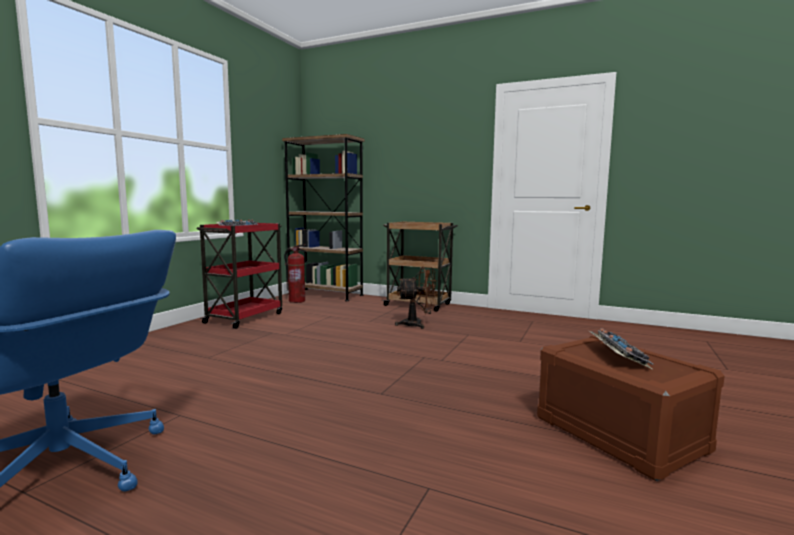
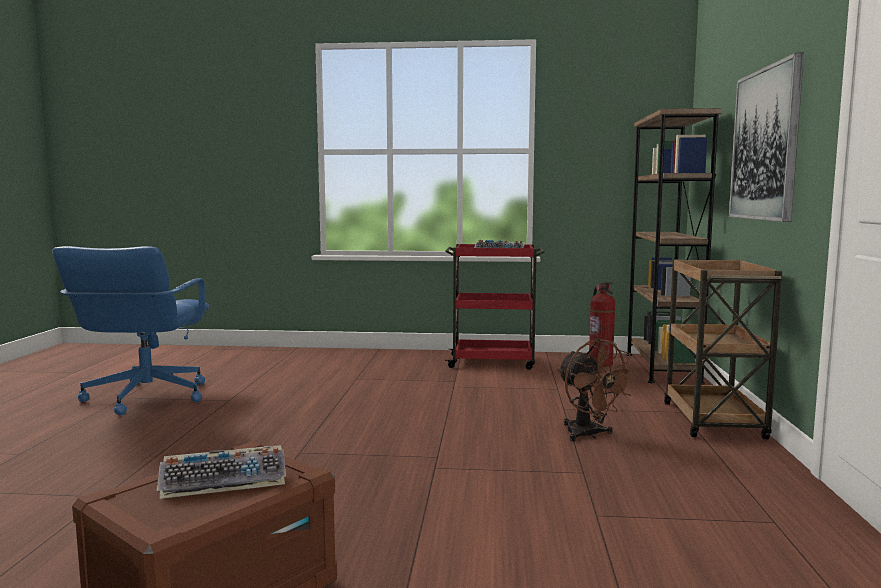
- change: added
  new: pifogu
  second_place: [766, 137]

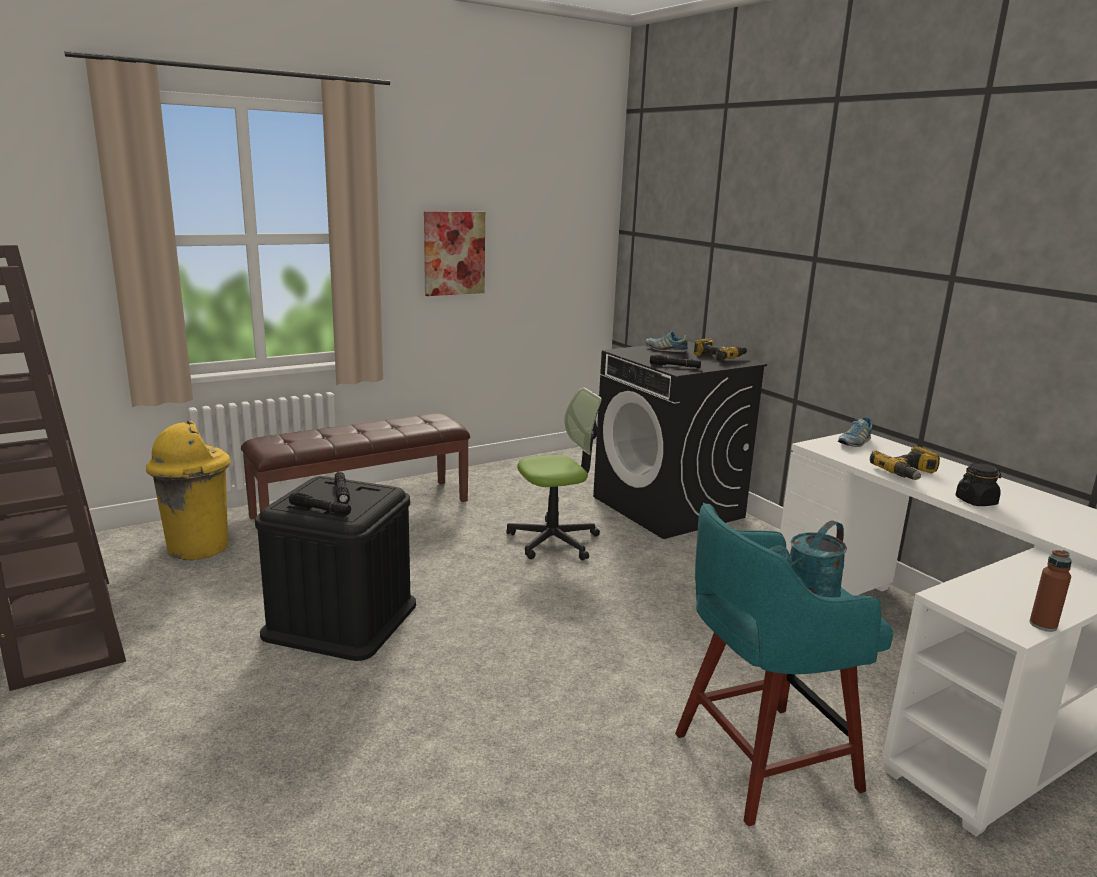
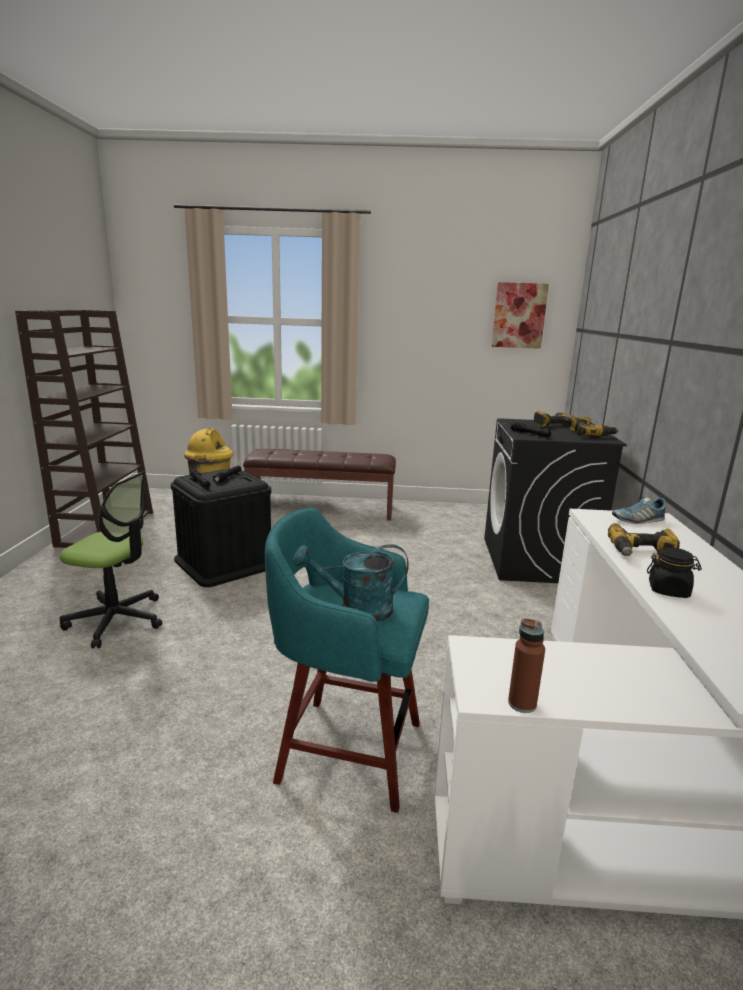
- change: moved
  old: pifogu
  first_place: [454, 253]
  second_place: [520, 315]
- change: moved
  old: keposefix
  first_place: [554, 474]
  second_place: [111, 559]
- change: replaced
  old: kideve
  new: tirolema
  first_place: [667, 341]
  second_place: [553, 419]

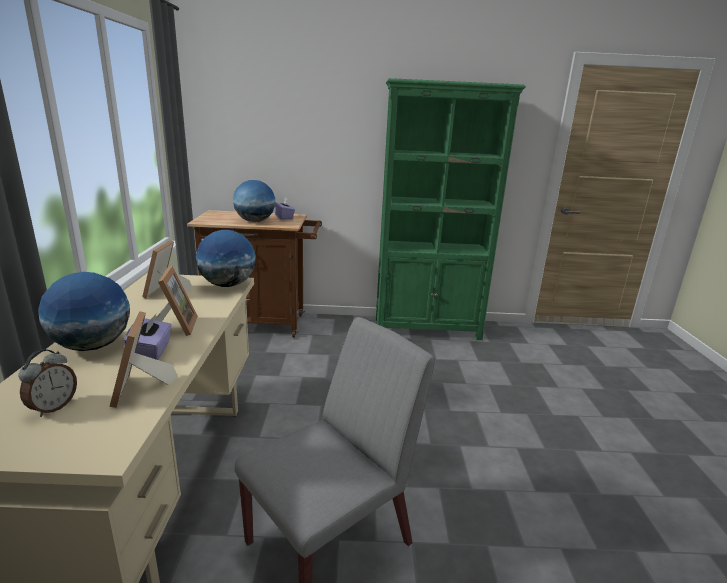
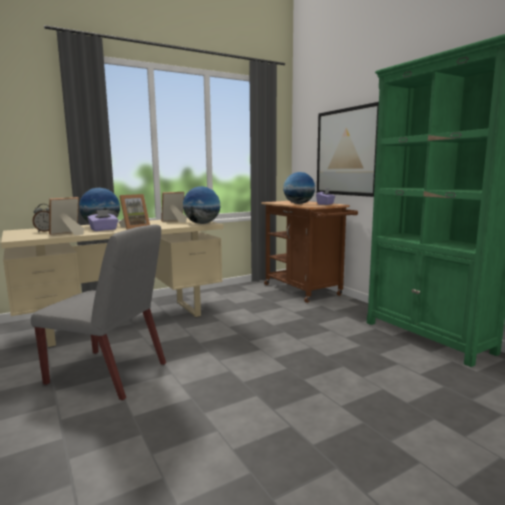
- change: added
  new: pifogu
  second_place: [348, 149]

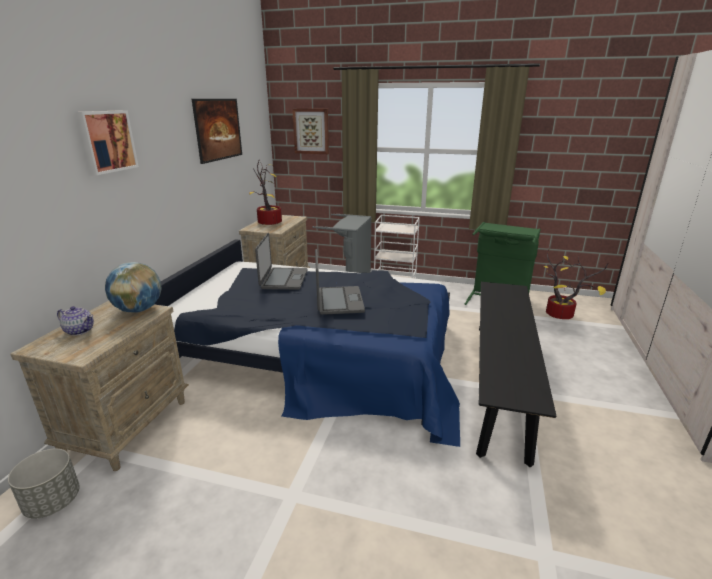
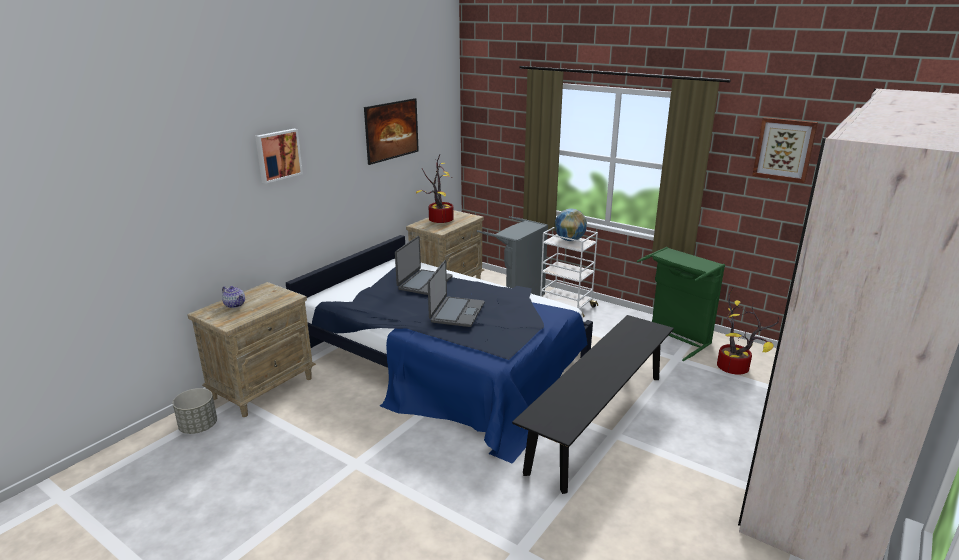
- change: moved
  old: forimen
  first_place: [133, 287]
  second_place: [570, 225]
- change: moved
  old: pifogu
  first_place: [310, 131]
  second_place: [785, 150]

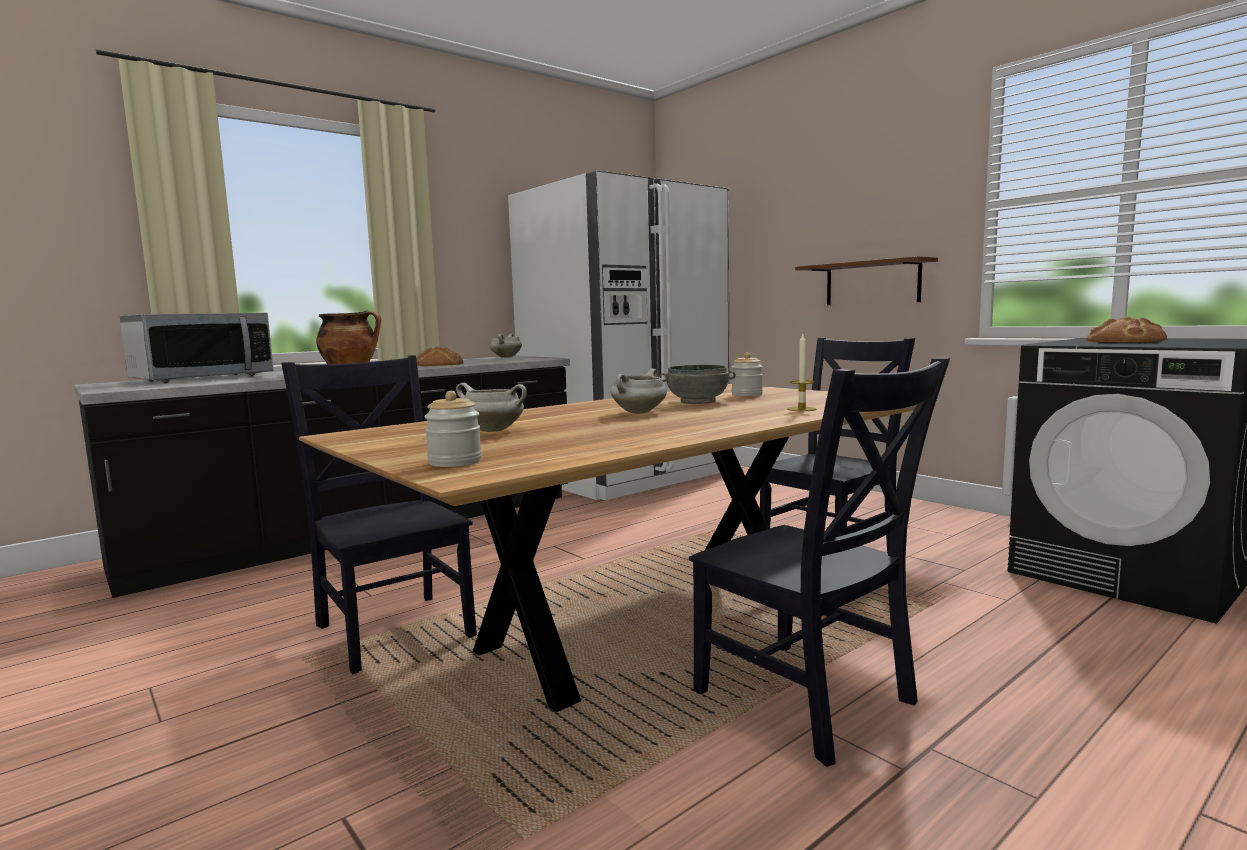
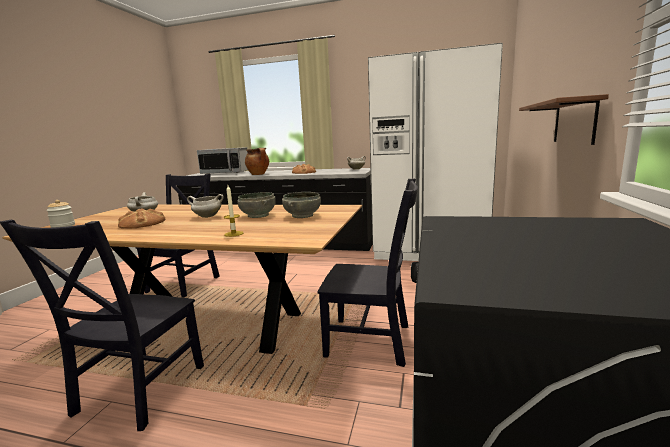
- change: replaced
  old: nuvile
  new: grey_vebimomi
  first_place: [747, 374]
  second_place: [301, 205]
- change: moved
  old: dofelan
  first_place: [1126, 329]
  second_place: [141, 218]

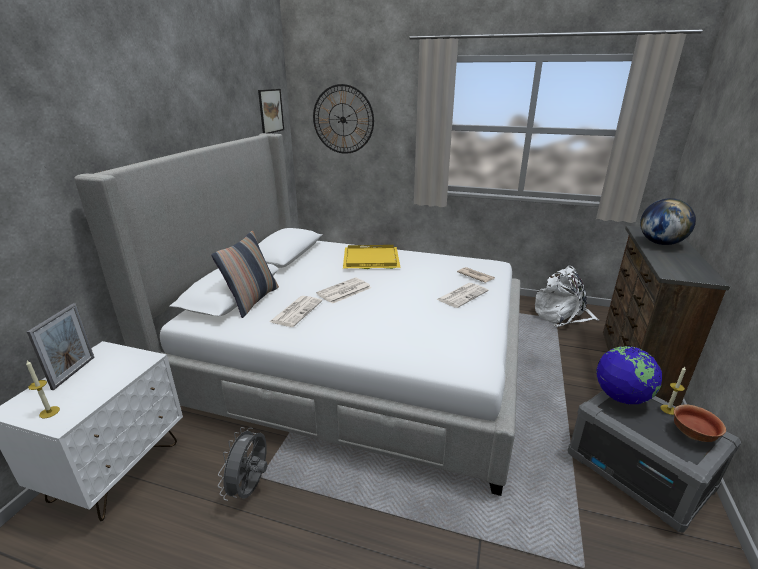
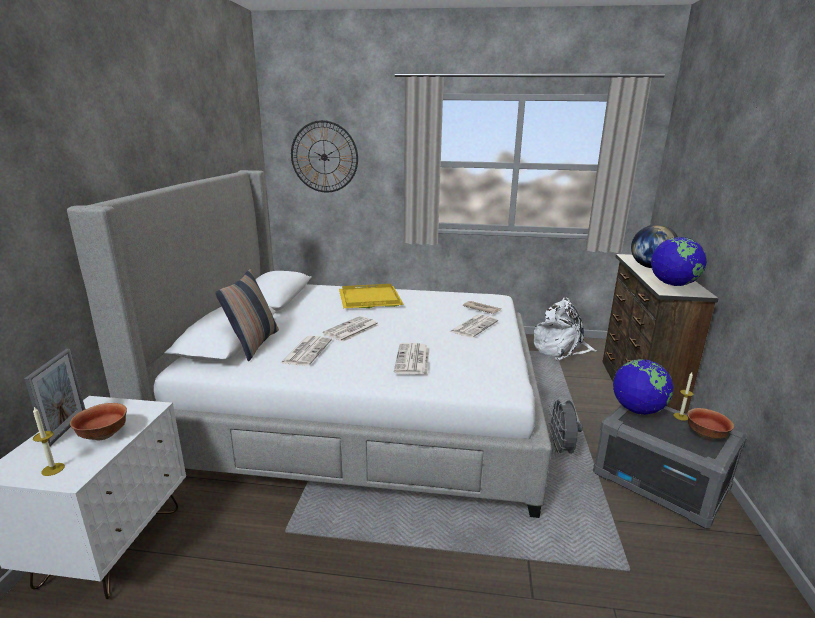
- change: moved
  old: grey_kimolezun
  first_place: [243, 464]
  second_place: [565, 426]
- change: removed
  old: pifogu
  first_place: [271, 111]
- change: added
  new: vebimomi
  second_place: [98, 421]
- change: added
  new: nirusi
  second_place: [412, 359]
- change: added
  new: forimen
  second_place: [679, 261]

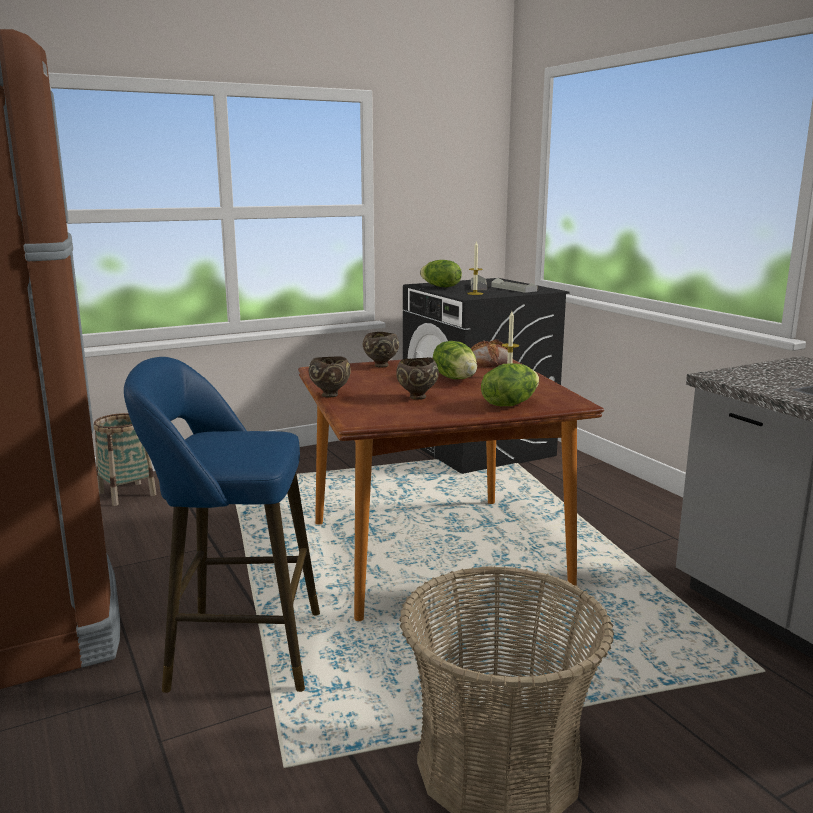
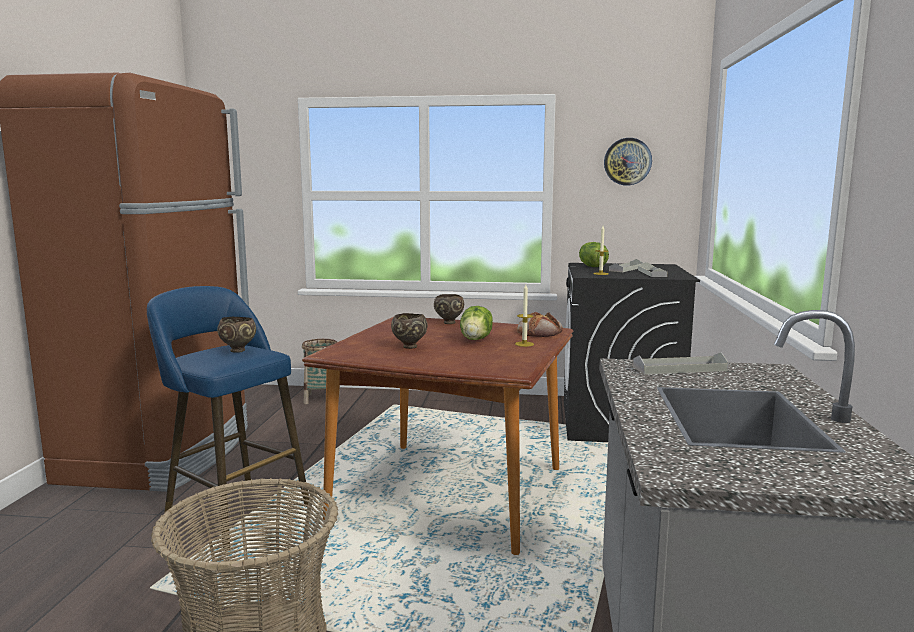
- change: moved
  old: brown_vebimomi
  first_place: [330, 377]
  second_place: [236, 335]
- change: removed
  old: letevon
  first_place: [510, 384]
- change: added
  new: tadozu
  second_place: [628, 161]
- change: added
  new: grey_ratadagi
  second_place: [680, 363]

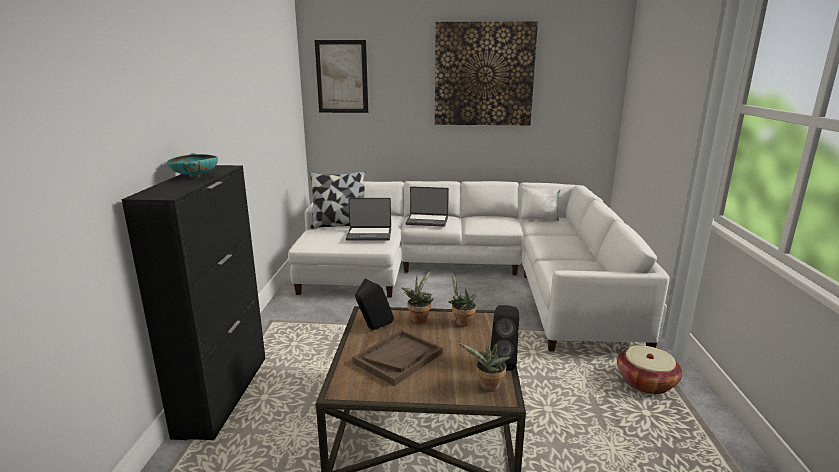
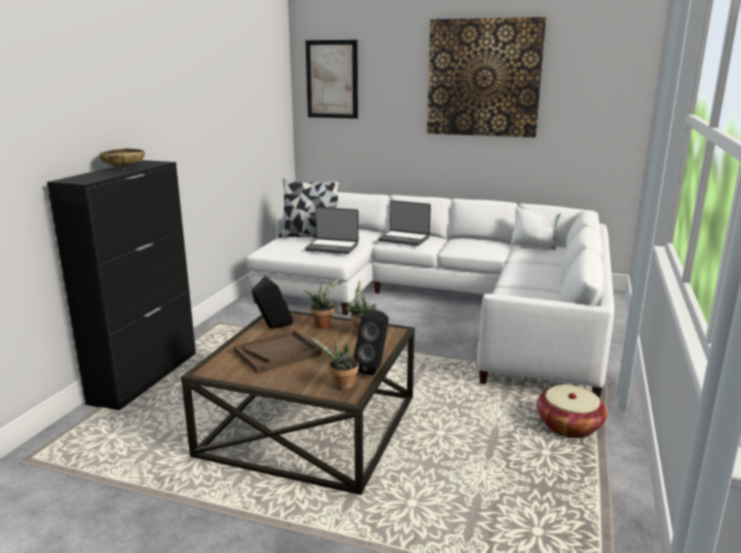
- change: recoloured
  old: turquoise_vebimomi
  new: beige_vebimomi
  first_place: [192, 165]
  second_place: [122, 159]

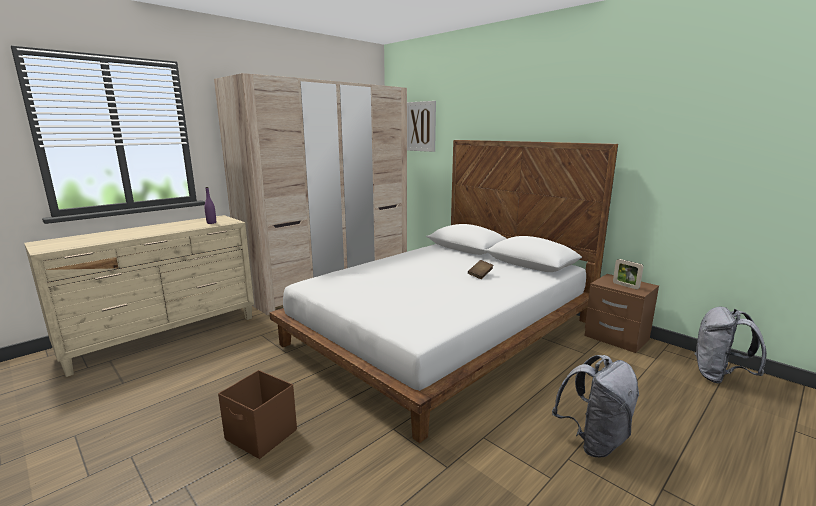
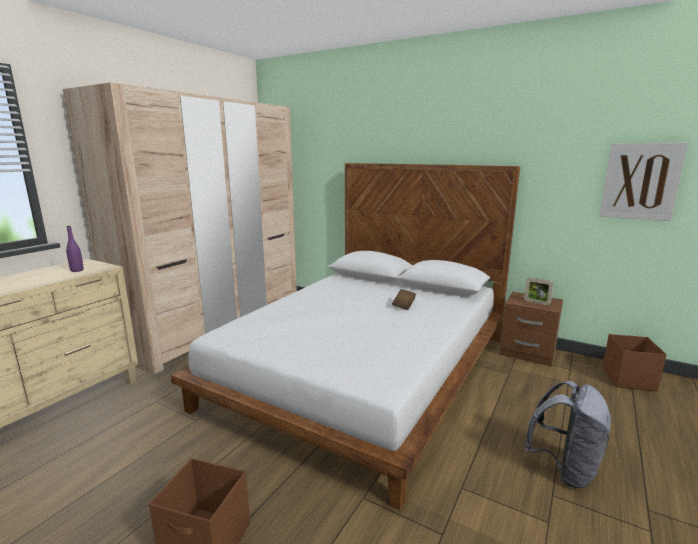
- change: moved
  old: pifogu
  first_place: [421, 126]
  second_place: [643, 182]
- change: replaced
  old: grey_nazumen
  new: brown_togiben
  first_place: [730, 345]
  second_place: [634, 363]

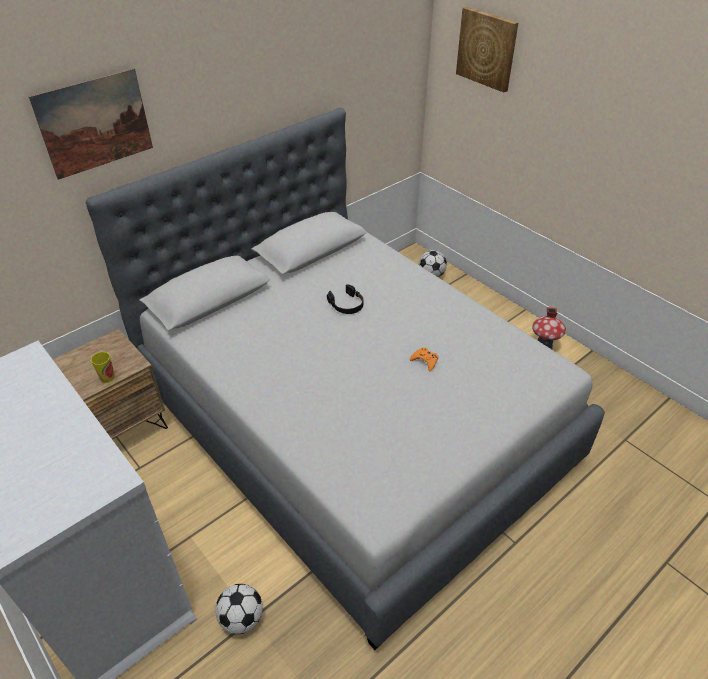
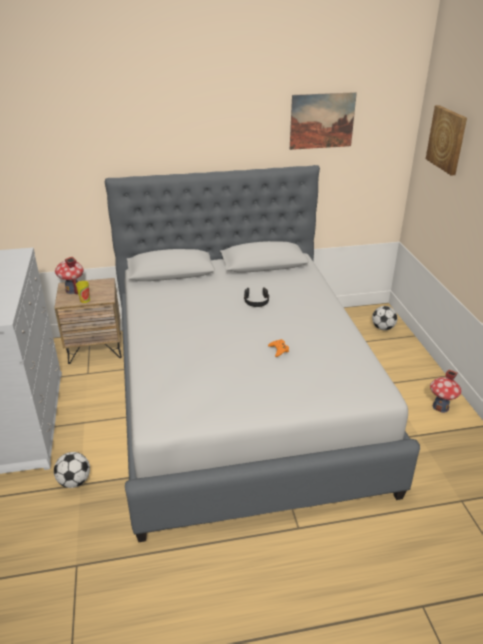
- change: moved
  old: pifogu
  first_place: [90, 124]
  second_place: [323, 121]
- change: added
  new: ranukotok
  second_place: [69, 276]

